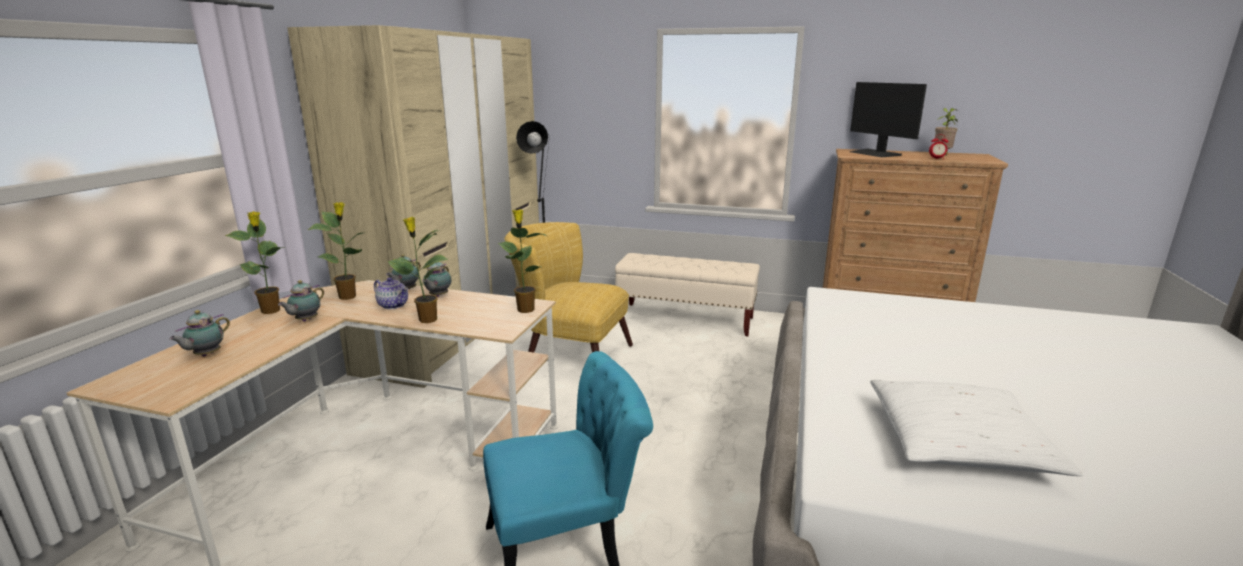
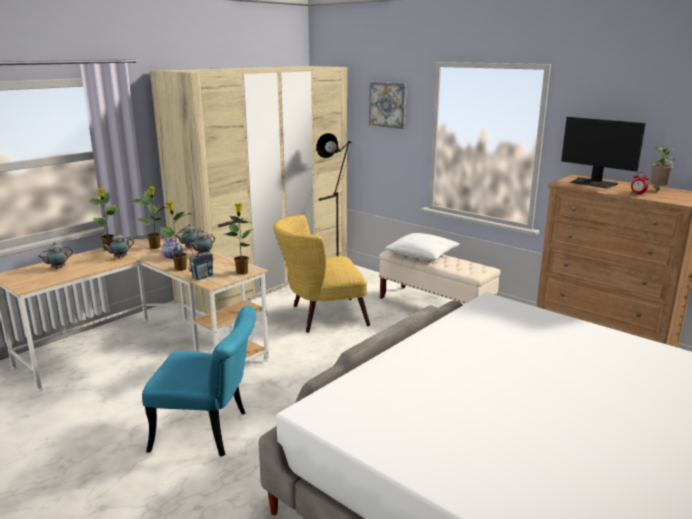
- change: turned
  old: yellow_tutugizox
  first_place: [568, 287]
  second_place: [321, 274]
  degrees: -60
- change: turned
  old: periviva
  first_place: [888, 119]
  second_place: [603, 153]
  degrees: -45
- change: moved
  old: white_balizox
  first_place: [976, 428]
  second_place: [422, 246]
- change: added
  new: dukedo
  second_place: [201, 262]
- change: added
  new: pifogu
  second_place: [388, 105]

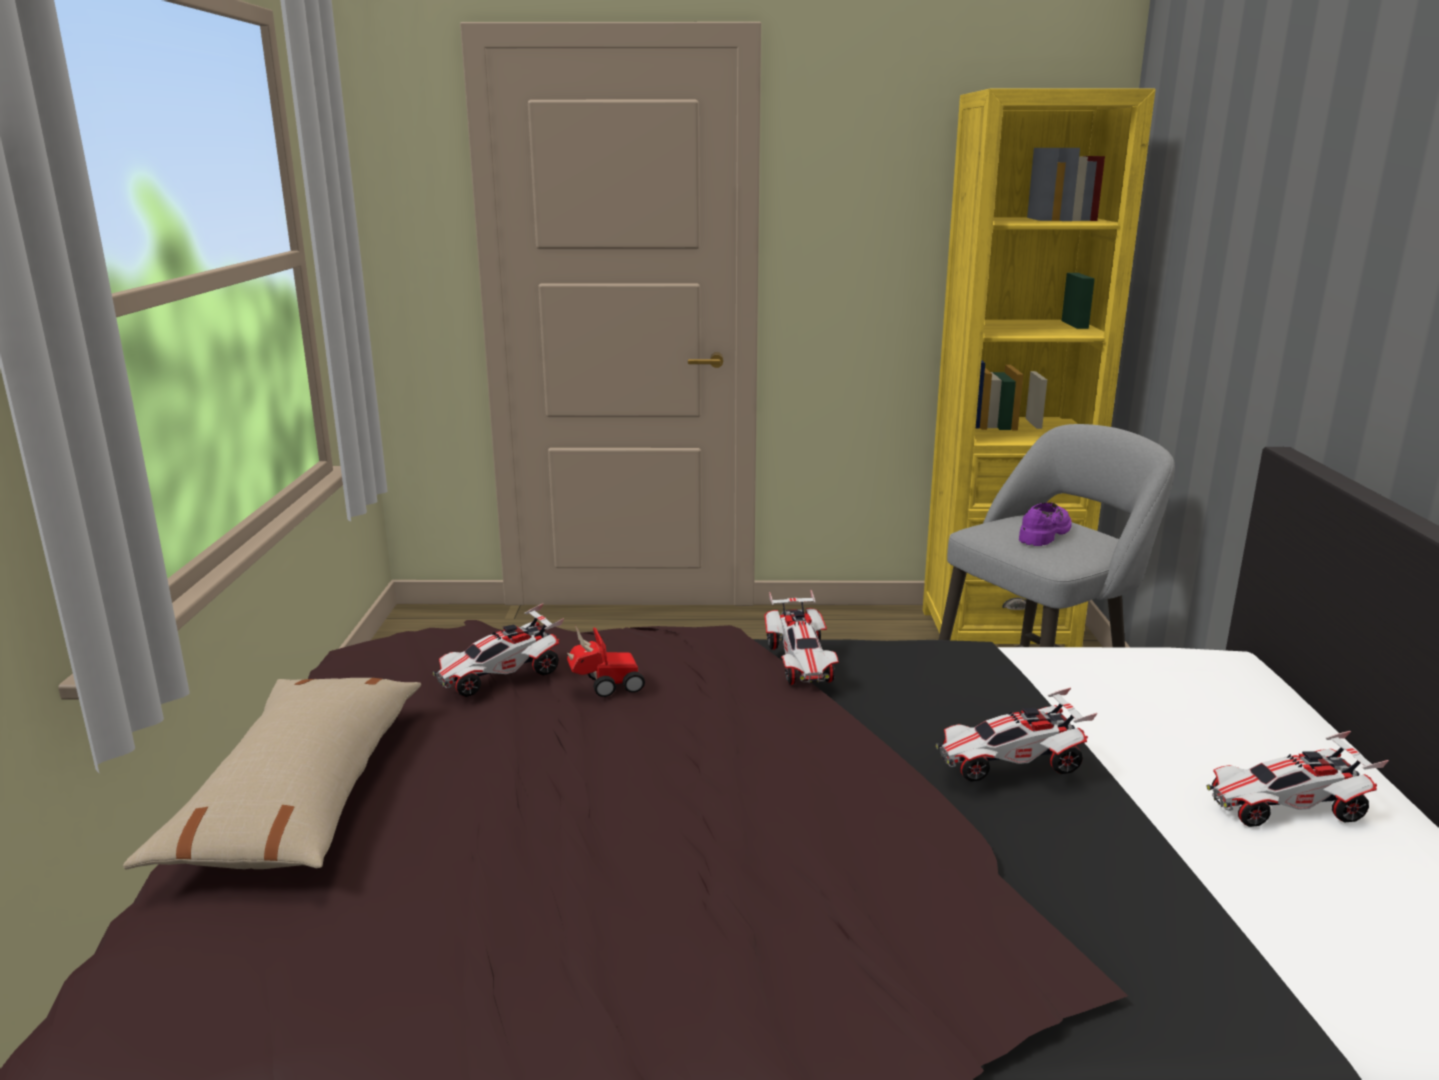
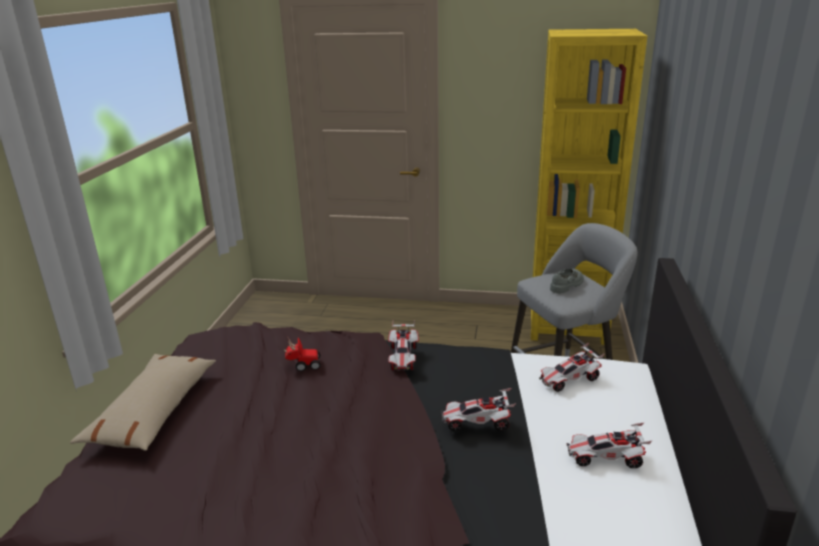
- change: moved
  old: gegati
  first_place: [498, 650]
  second_place: [571, 367]
- change: recoloured
  old: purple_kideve
  new: grey_kideve
  first_place: [1045, 524]
  second_place: [567, 281]

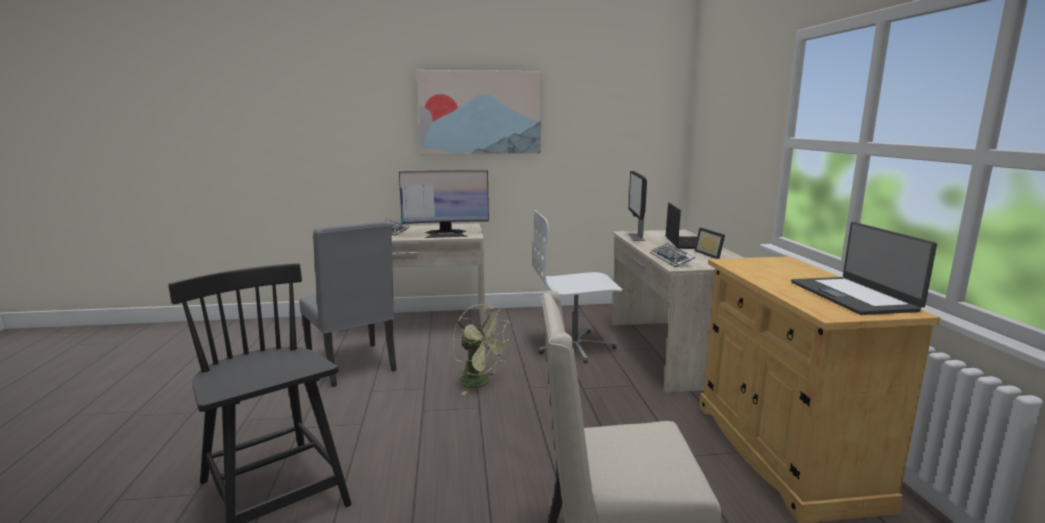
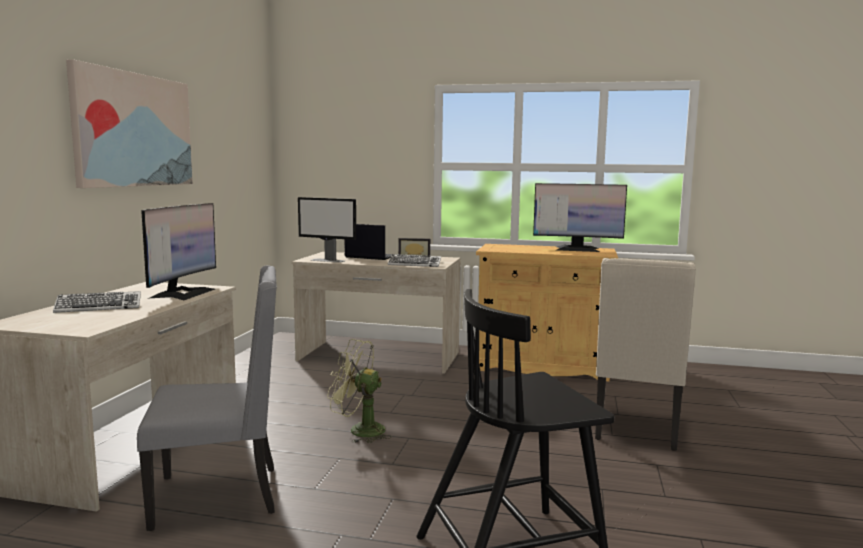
- change: turned
  old: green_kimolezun
  first_place: [482, 349]
  second_place: [359, 391]
  degrees: -135
- change: removed
  old: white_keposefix
  first_place: [577, 286]
- change: replaced
  old: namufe
  new: periviva
  first_place: [864, 268]
  second_place: [580, 217]

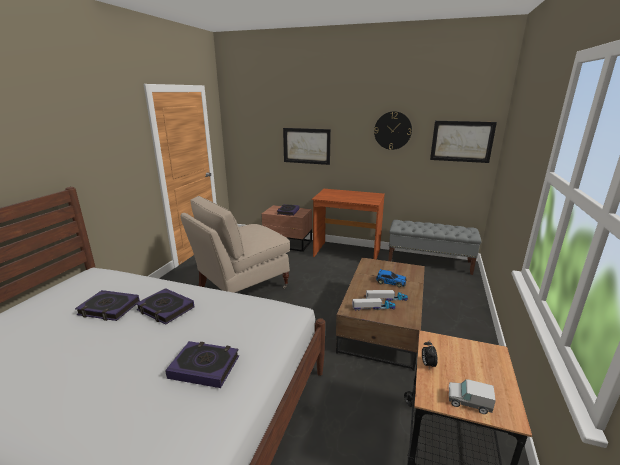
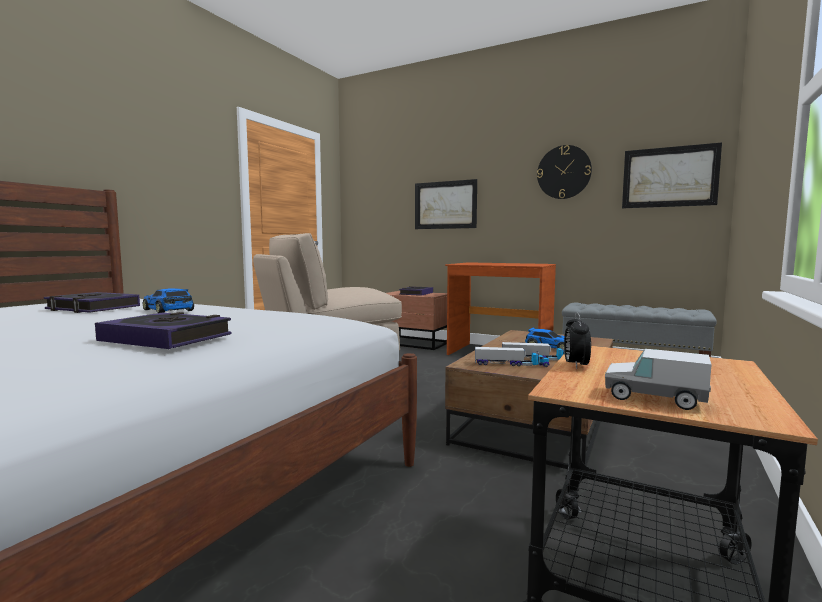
- change: replaced
  old: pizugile
  new: gegati
  first_place: [165, 306]
  second_place: [168, 300]

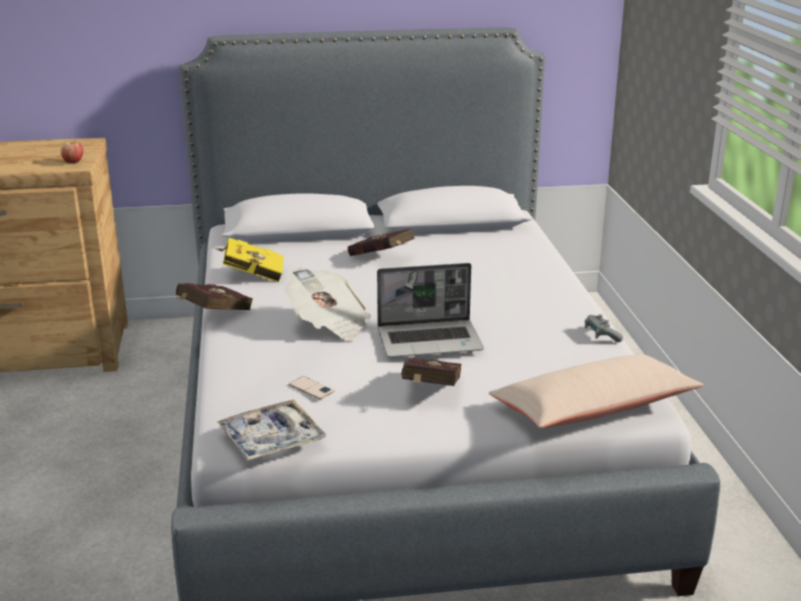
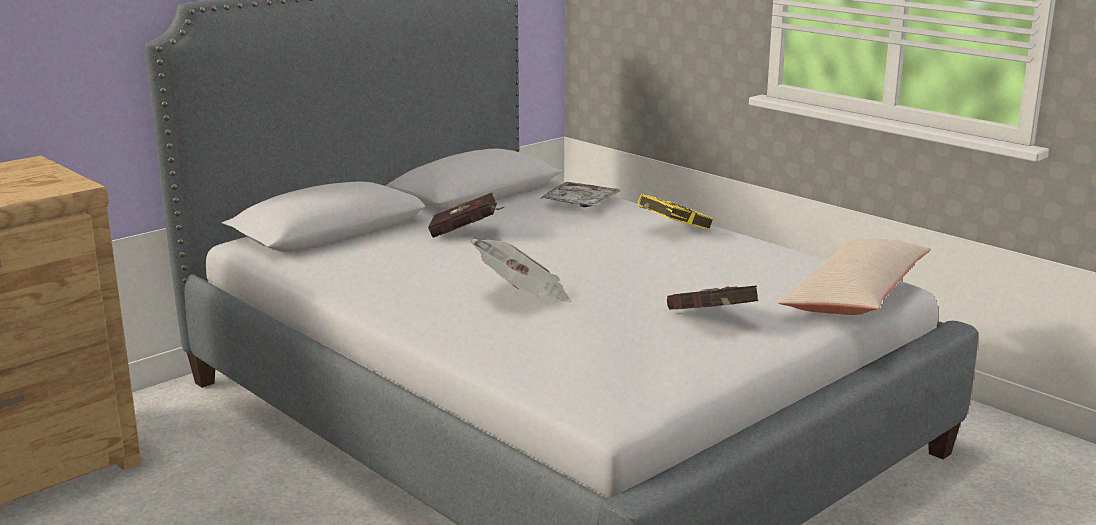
- change: removed
  old: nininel
  first_place: [72, 151]
- change: removed
  old: red_pizugile
  first_place: [214, 296]
- change: moved
  old: yellow_pizugile
  first_place: [249, 260]
  second_place: [676, 212]
- change: moved
  old: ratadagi
  first_place: [272, 430]
  second_place: [580, 194]
- change: removed
  old: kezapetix
  first_place: [312, 387]
- change: removed
  old: namufe
  first_place: [430, 310]
- change: removed
  old: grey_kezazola
  first_place: [604, 328]

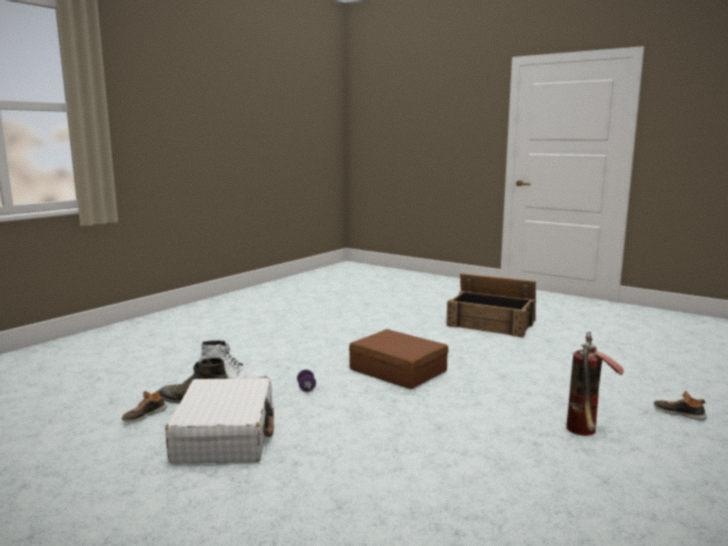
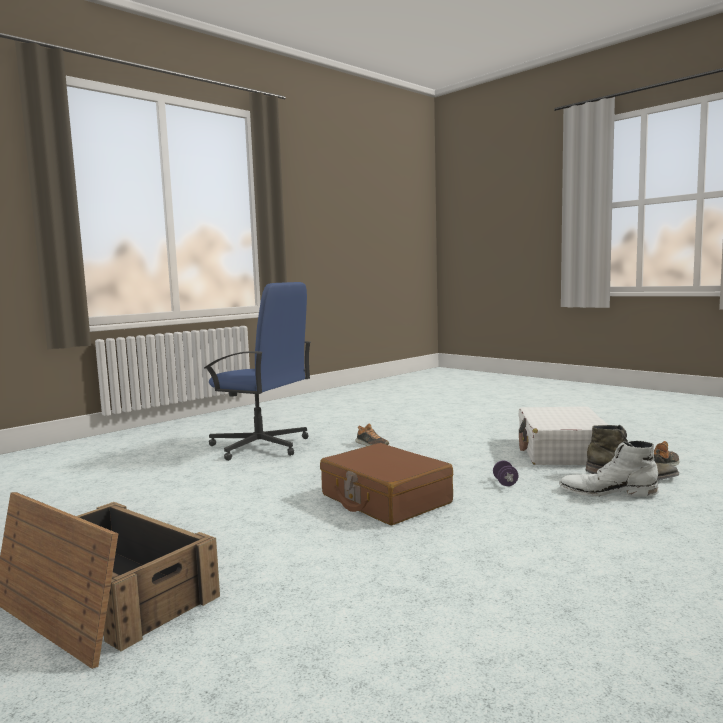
- change: replaced
  old: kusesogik
  new: blue_keposefix
  first_place: [595, 384]
  second_place: [257, 371]
- change: moved
  old: kideve
  first_place: [680, 405]
  second_place: [372, 435]

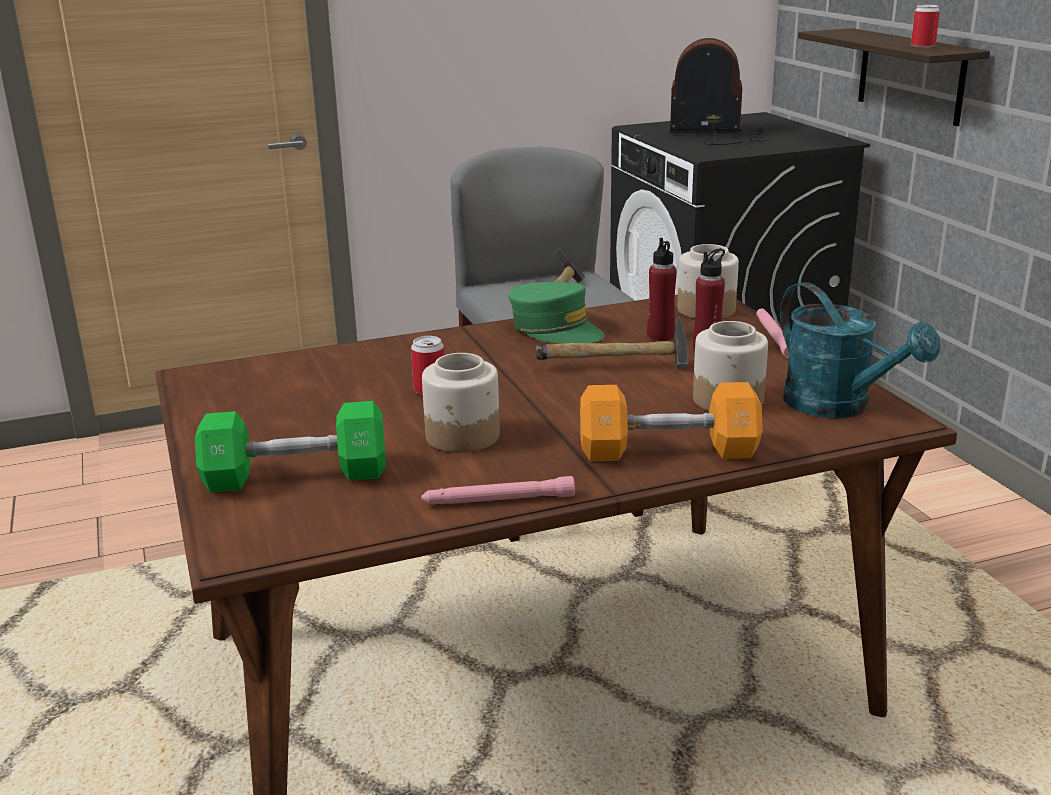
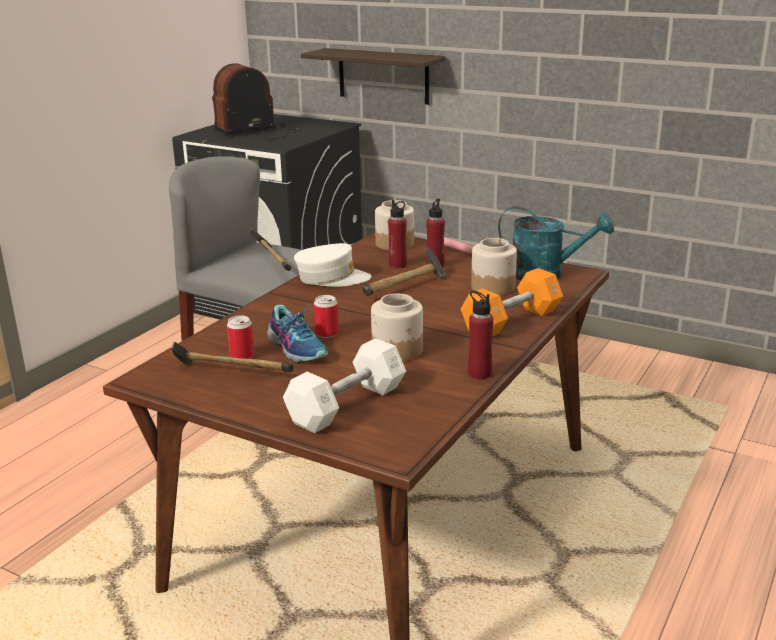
- change: recoloured
  old: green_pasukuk
  new: white_pasukuk
  first_place: [290, 447]
  second_place: [344, 386]
- change: replaced
  old: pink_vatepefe
  new: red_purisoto
  first_place: [498, 490]
  second_place: [481, 335]
- change: recoloured
  old: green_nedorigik
  new: white_nedorigik
  first_place: [556, 313]
  second_place: [332, 265]
- change: moved
  old: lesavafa
  first_place: [925, 26]
  second_place: [240, 337]
- change: added
  new: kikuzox
  second_place: [232, 356]
- change: added
  new: kideve
  second_place: [297, 333]

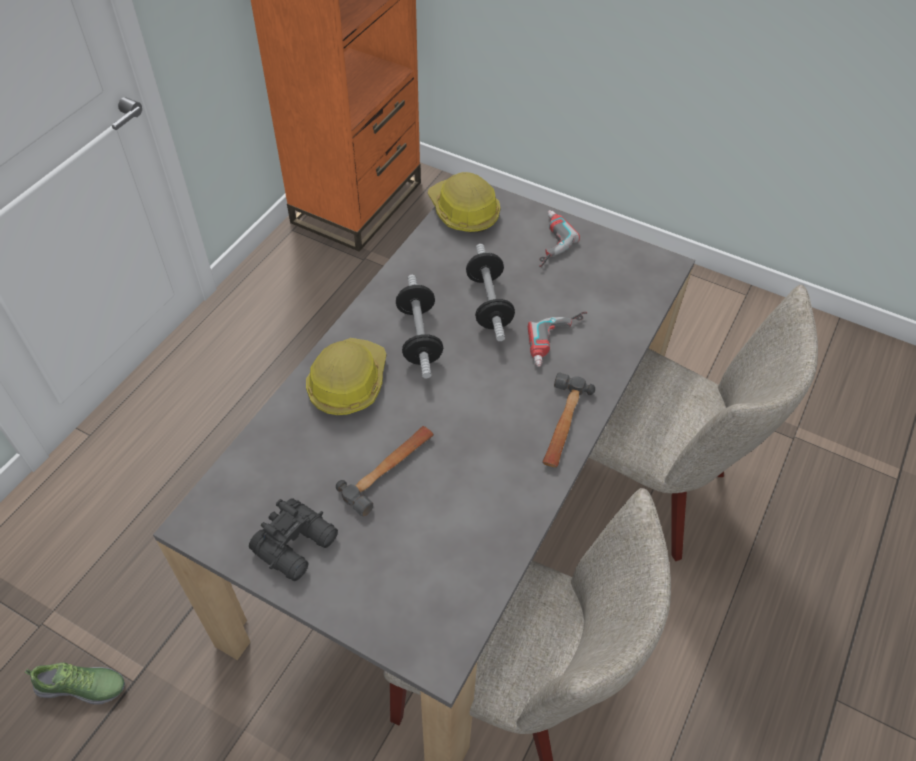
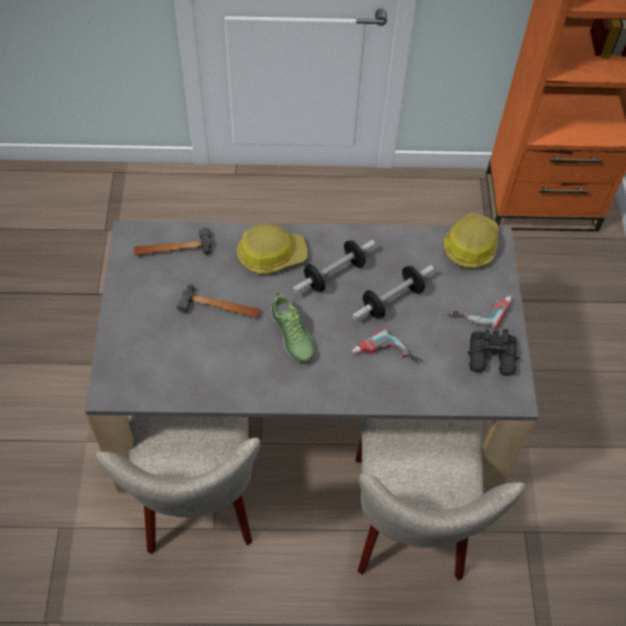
- change: moved
  old: kideve
  first_place: [75, 683]
  second_place: [292, 327]
- change: moved
  old: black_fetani
  first_place: [293, 539]
  second_place: [493, 352]
- change: moved
  old: kikuzox
  first_place: [568, 420]
  second_place: [172, 241]

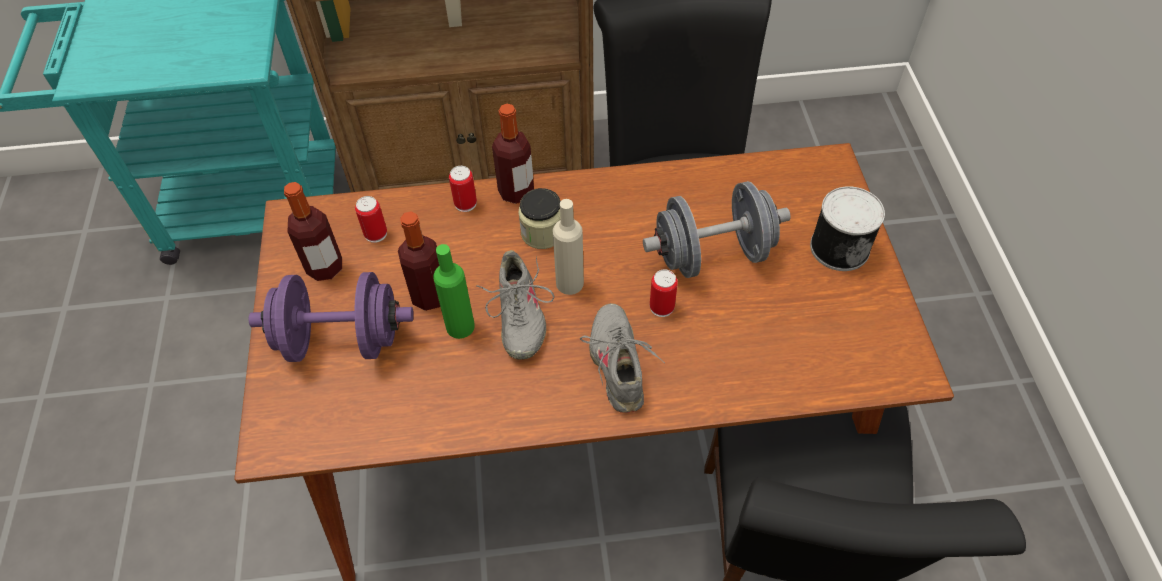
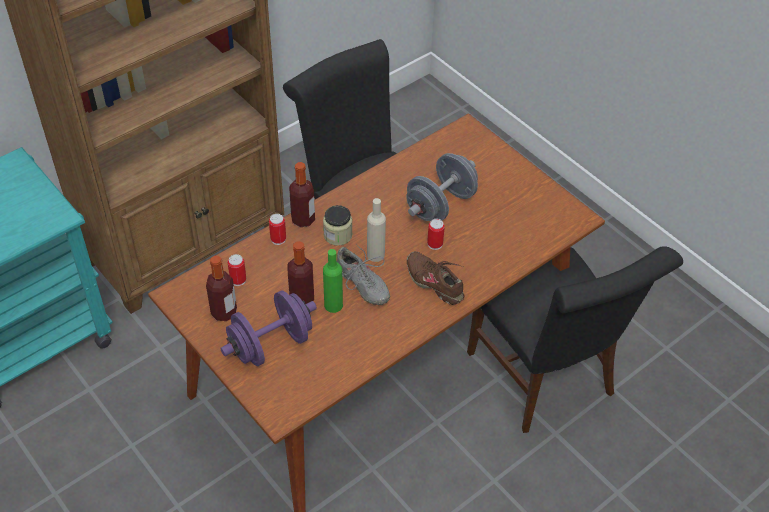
- change: recoloured
  old: grey_kideve
  new: brown_kideve
  first_place: [622, 358]
  second_place: [436, 278]
- change: removed
  old: lesavafa
  first_place: [847, 228]

